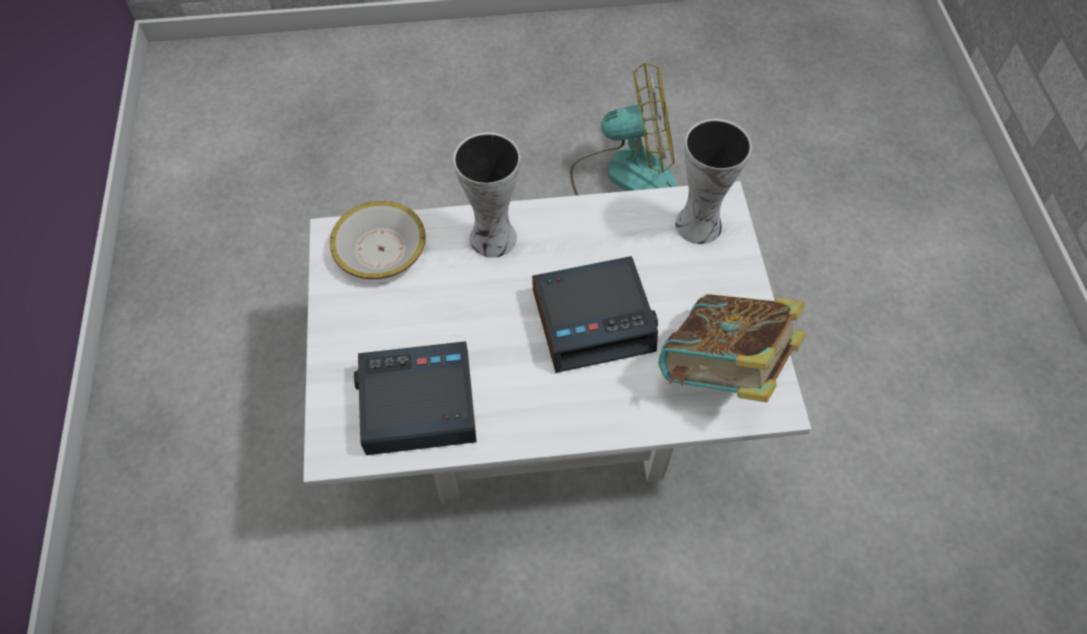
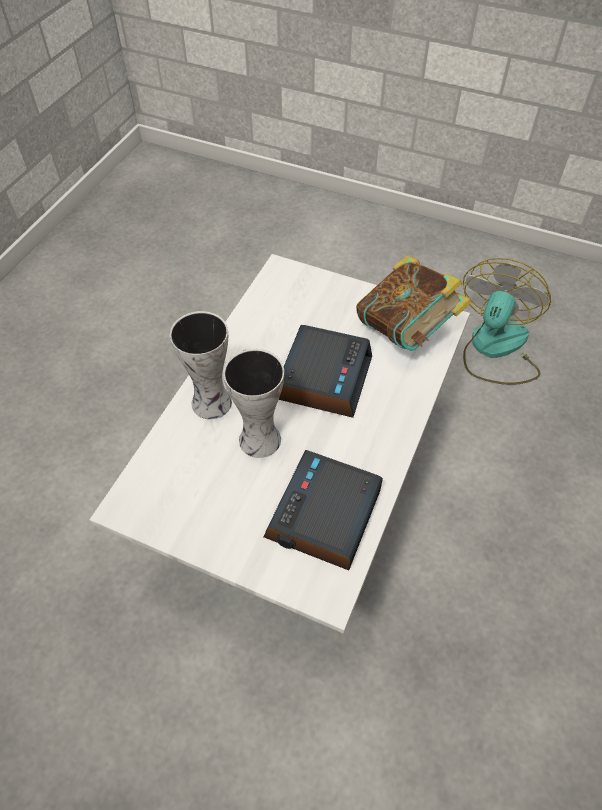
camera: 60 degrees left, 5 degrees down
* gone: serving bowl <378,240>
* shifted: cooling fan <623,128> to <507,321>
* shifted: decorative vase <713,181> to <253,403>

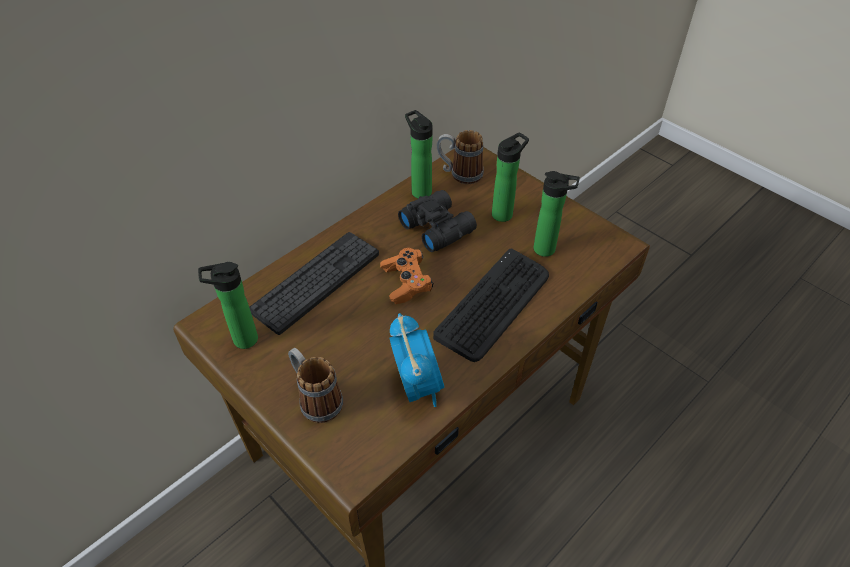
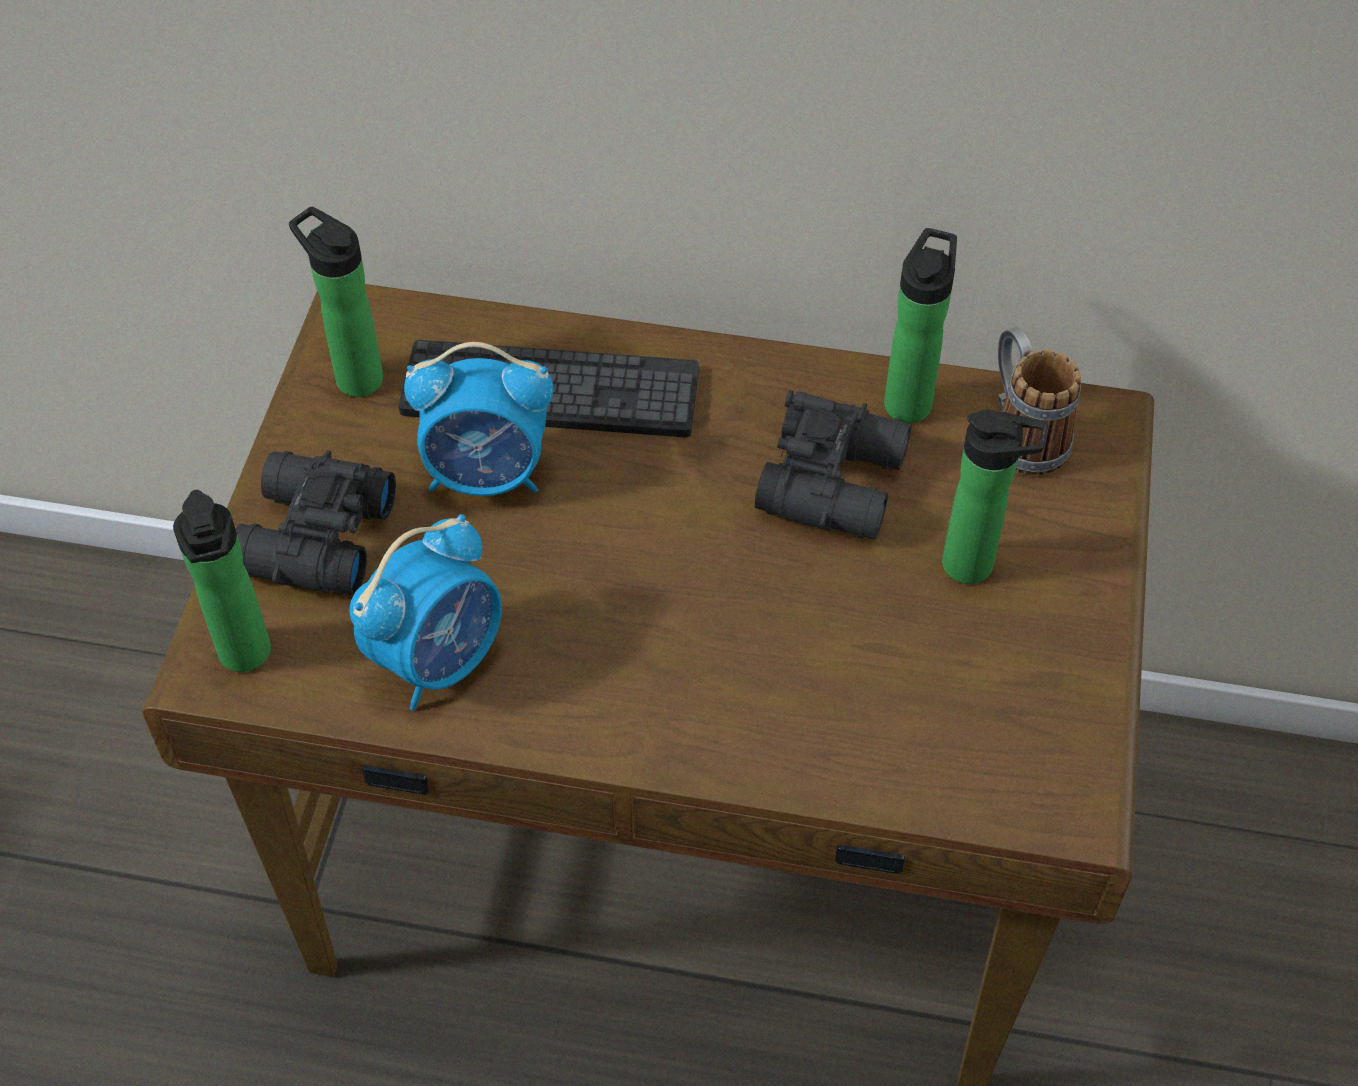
camera: 55 degrees right, 5 degrees up
* swapped: coffee mug <315,385> to field glasses (blackish) <315,522>
* gone: gamepad (orangey) <406,276>
* gone: keyboard <491,305>
* shifted: bottle <556,214> to <222,581>
* new: bedside clock <478,419>

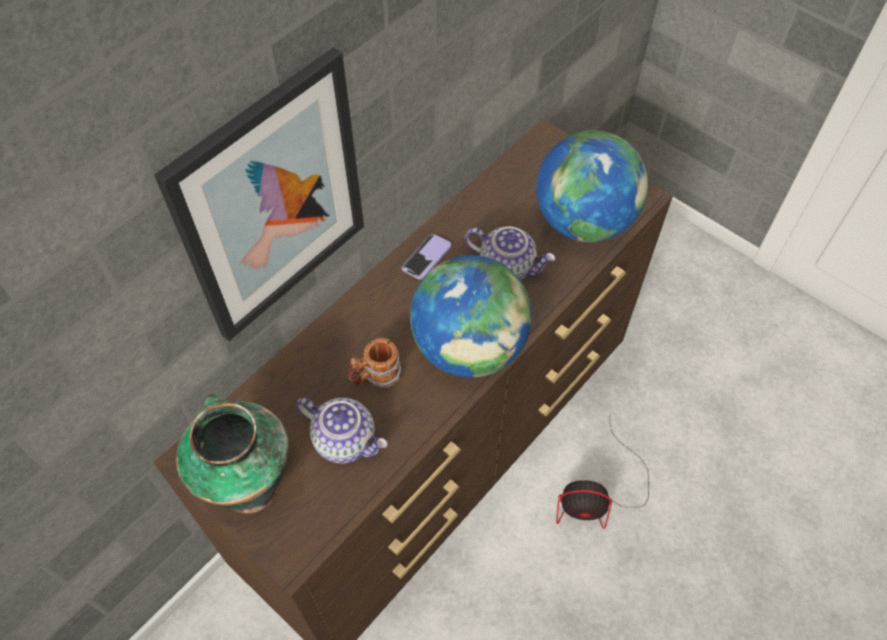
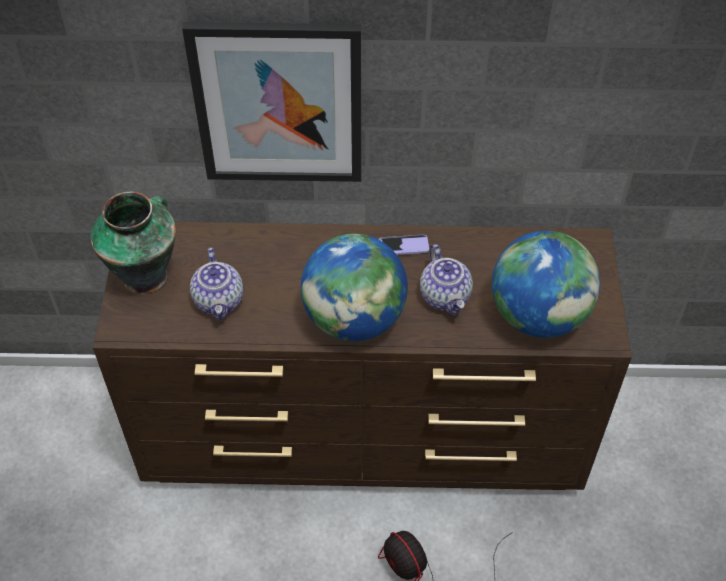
camera: 50 degrees right, 5 degrees down
* gone: coffee mug <374,363>

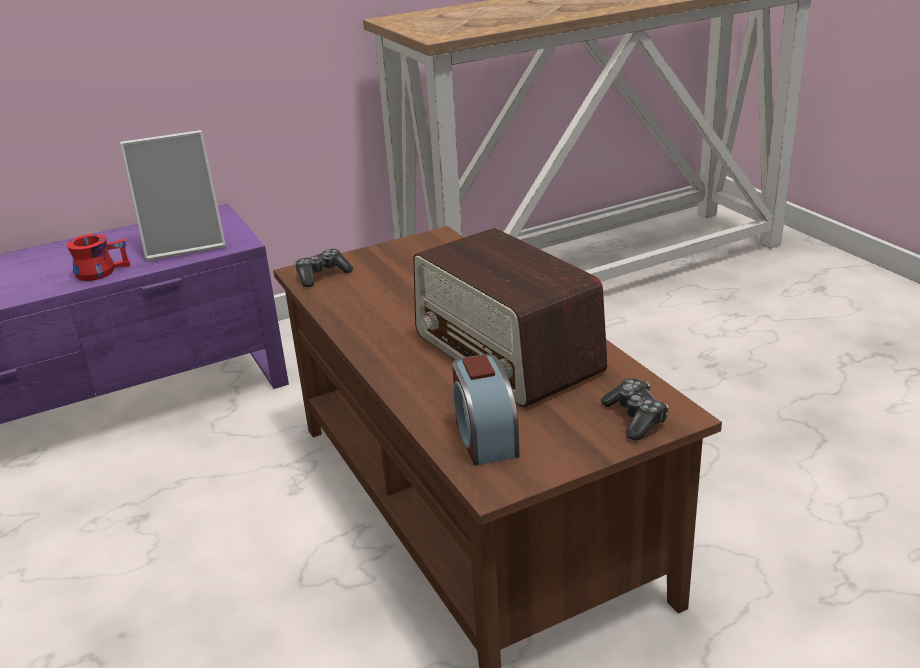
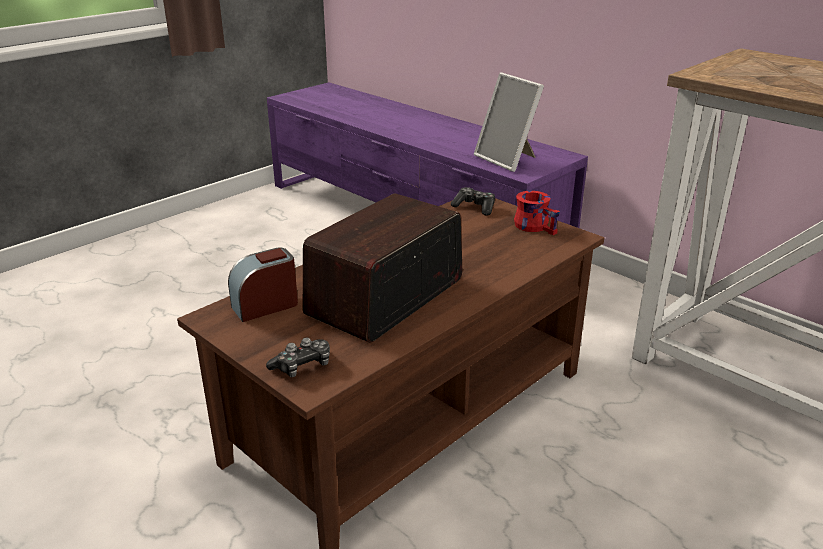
camera: 70 degrees right, 0 degrees up
* shifted: coffee mug (red) <98,257> to <537,213>

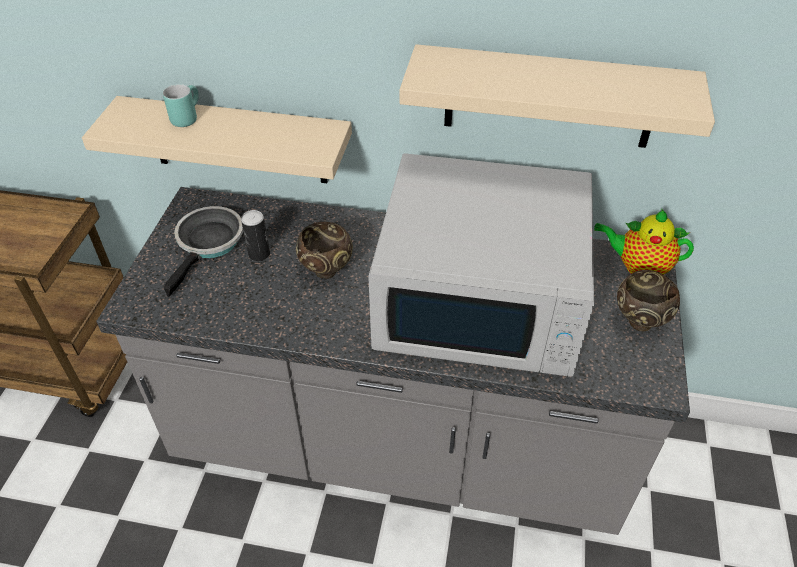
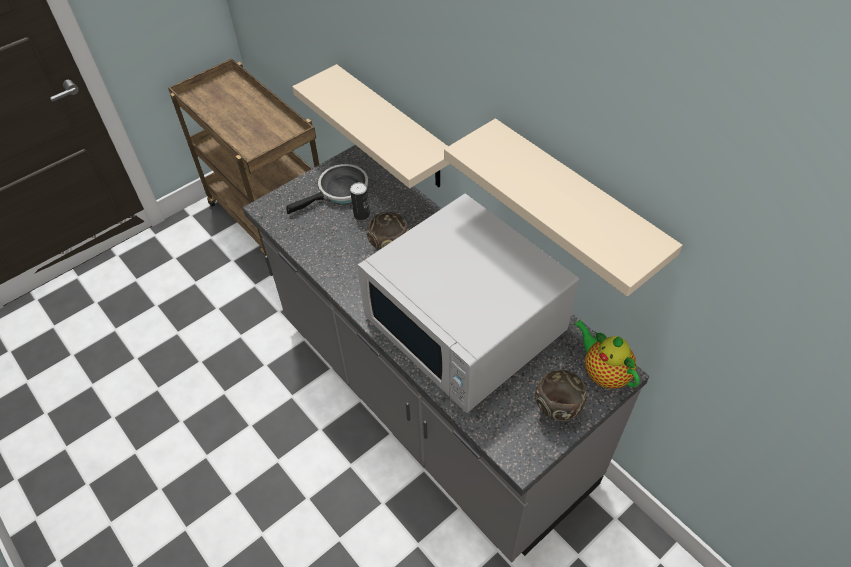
camera: 40 degrees right, 5 degrees up
* gone: coffee mug (turquoise-coloured) <181,105>

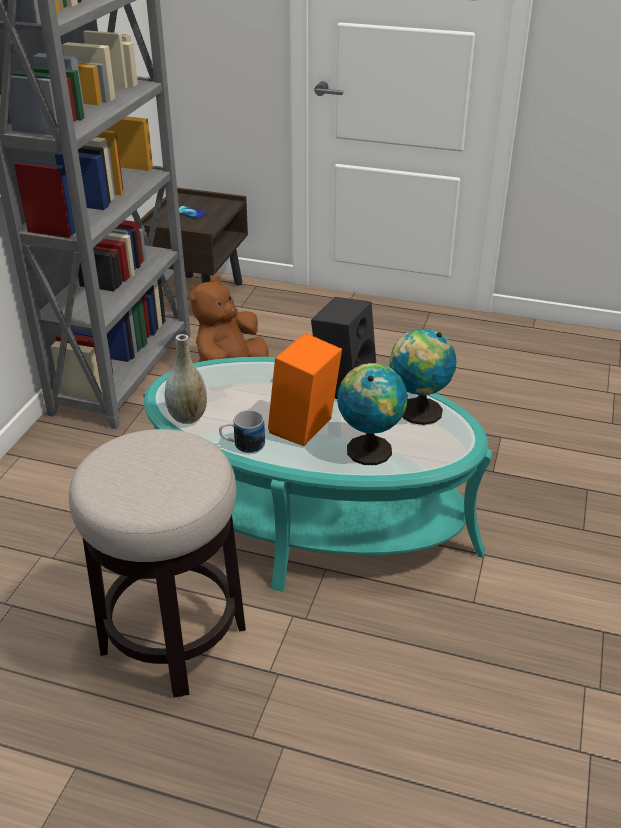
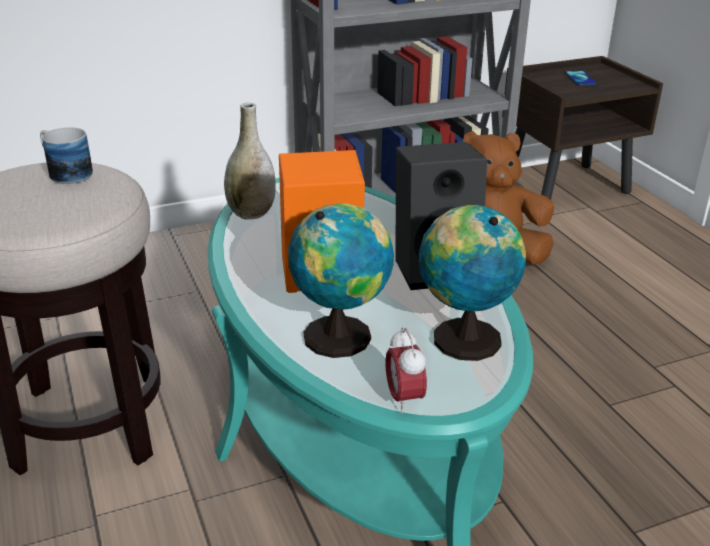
camera: 50 degrees right, 5 degrees down
* shifted: coffee mug <242,431> to <66,155>
* new: bedside clock <406,371>

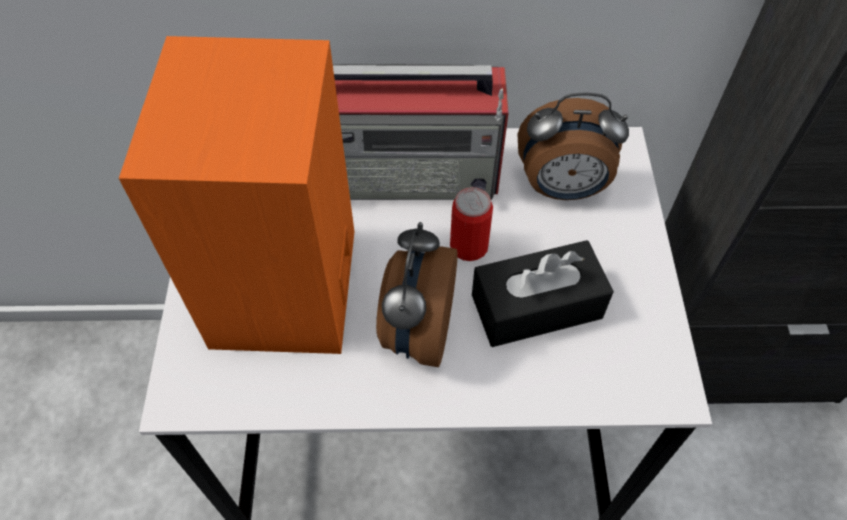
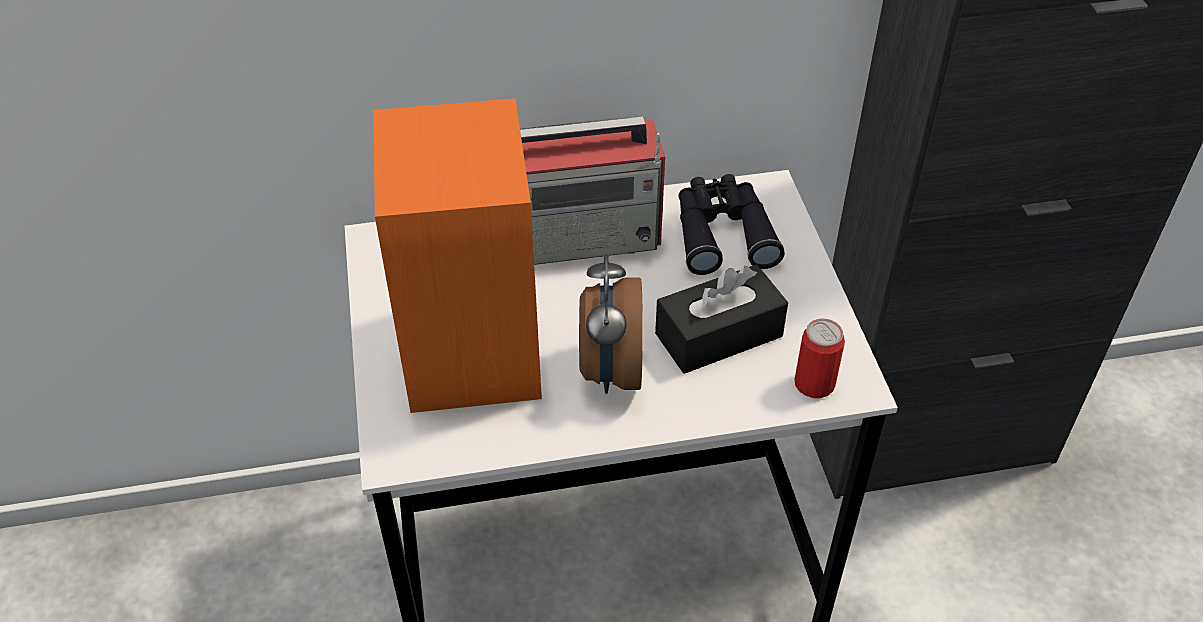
camera: 10 degrees left, 10 degrees down
* shifted: metal can <471,224> to <819,358>
* swapped: bedside clock <573,146> to field glasses (blackish) <731,224>

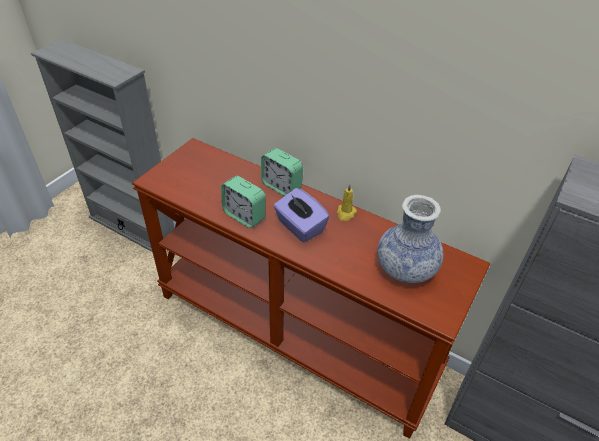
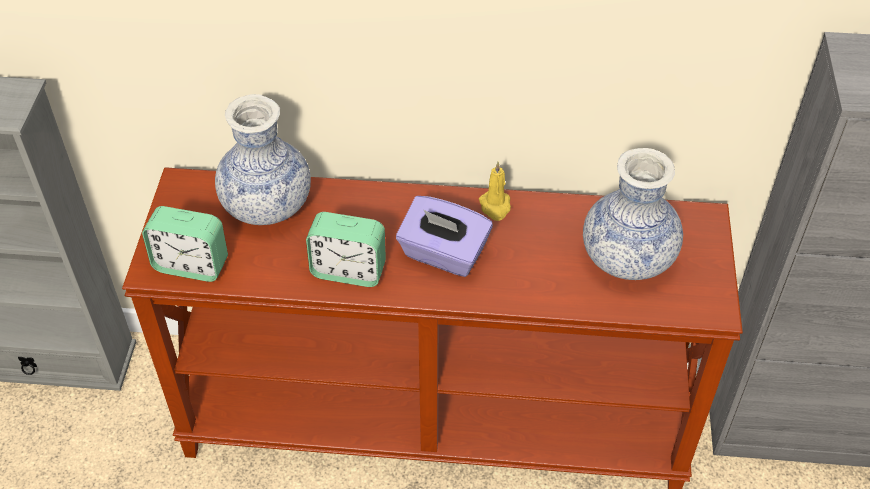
camera: 25 degrees left, 5 degrees up
* shifted: bedside clock <282,172> to <185,244>
* new: decorative vase <263,159>

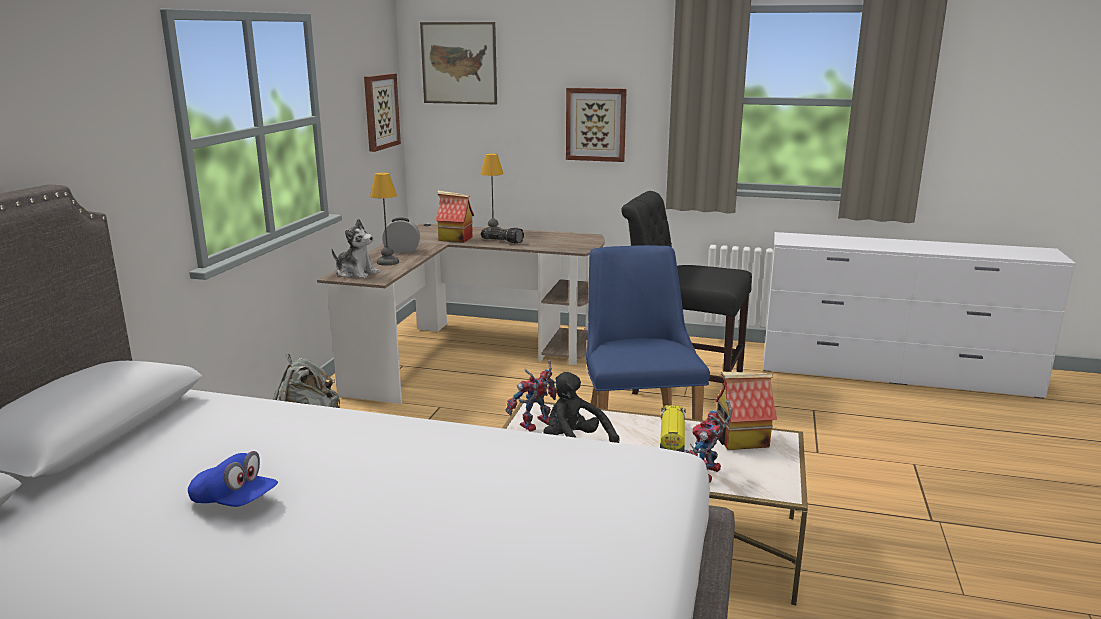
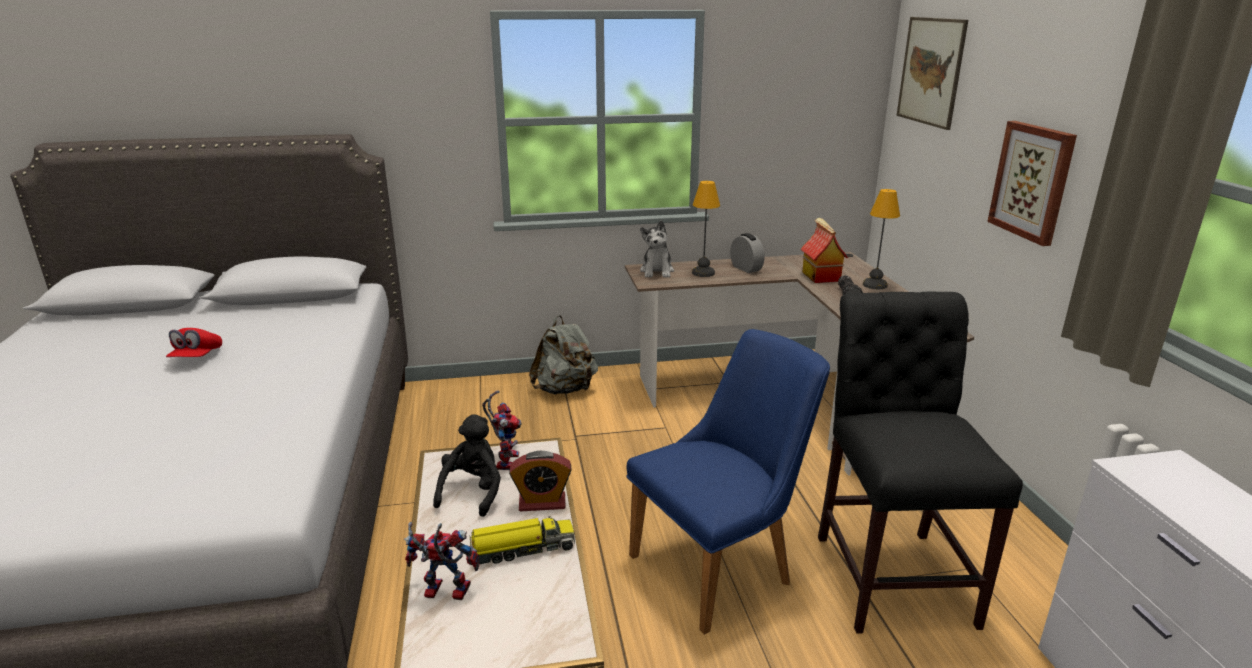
camera: 65 degrees right, 5 degrees up
* repainted: baseball cap (blue-coloured) <233,479> to baseball cap (red) <194,342>
* gone: wall art <382,113>
* rotated: model robot <531,396> = <502,430> 60 degrees clockwise
* gone: model house <746,410>
* new: bedside clock <540,481>

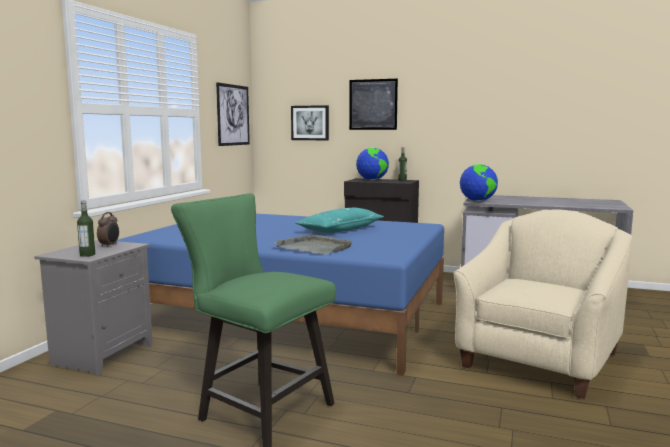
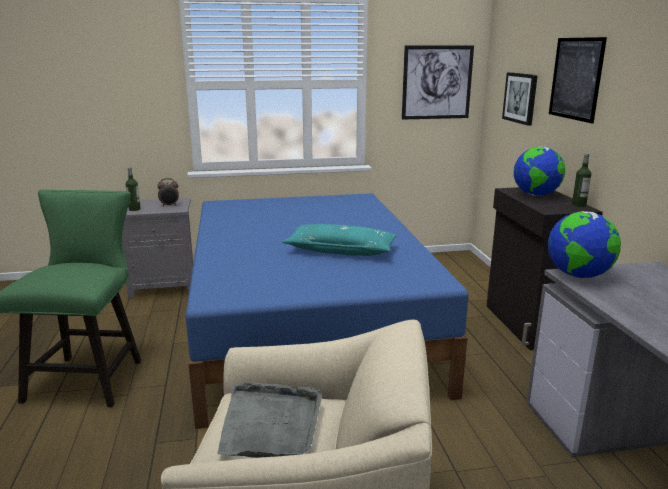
camera: 60 degrees right, 10 degrees up
* shifted: tray (greyish) <313,243> to <269,420>

